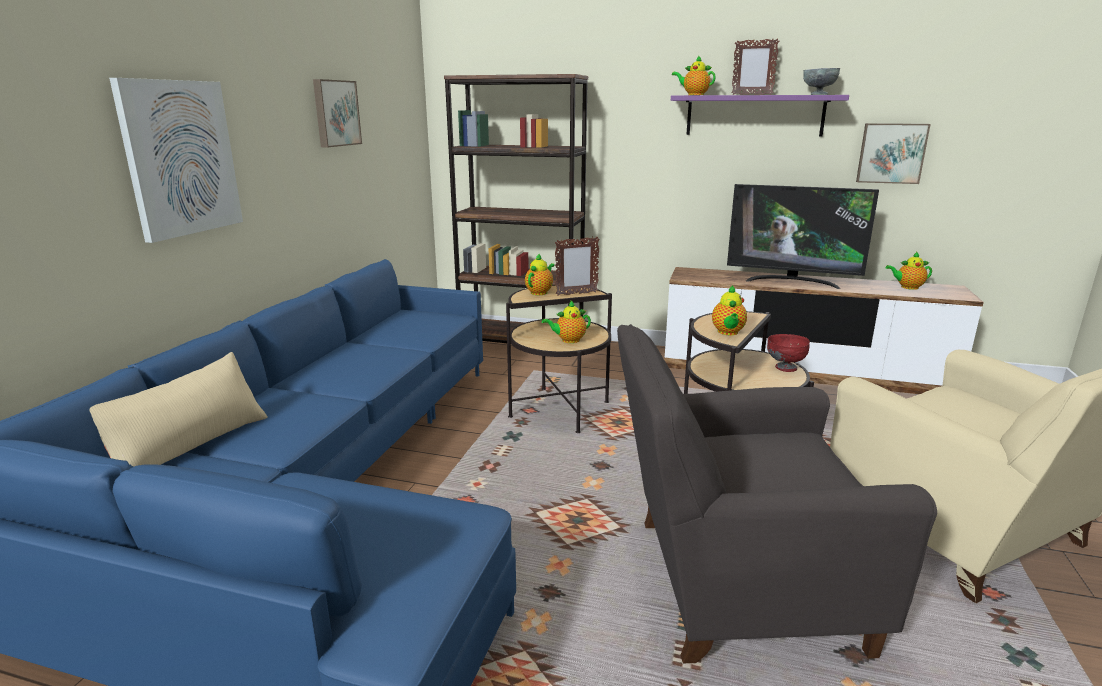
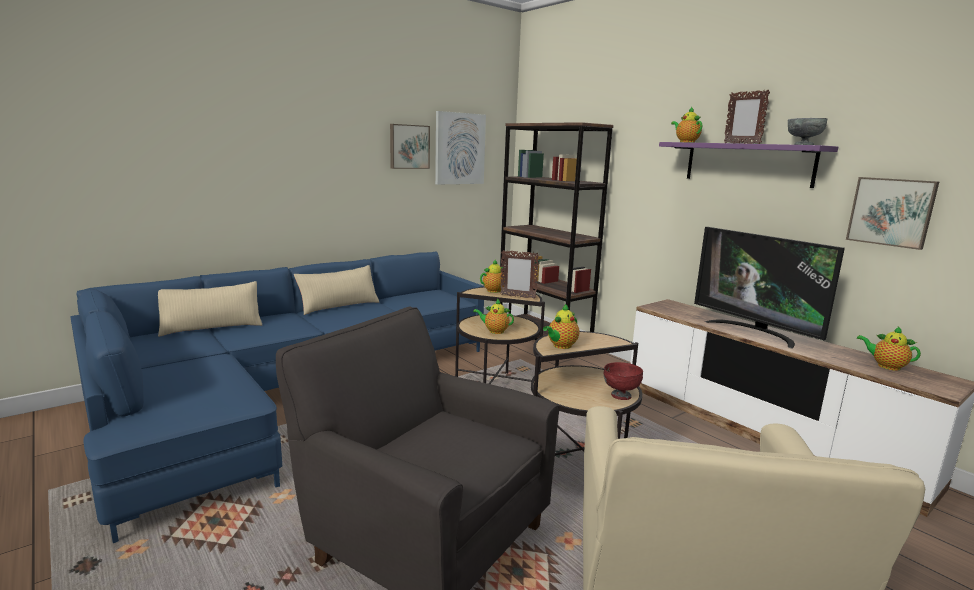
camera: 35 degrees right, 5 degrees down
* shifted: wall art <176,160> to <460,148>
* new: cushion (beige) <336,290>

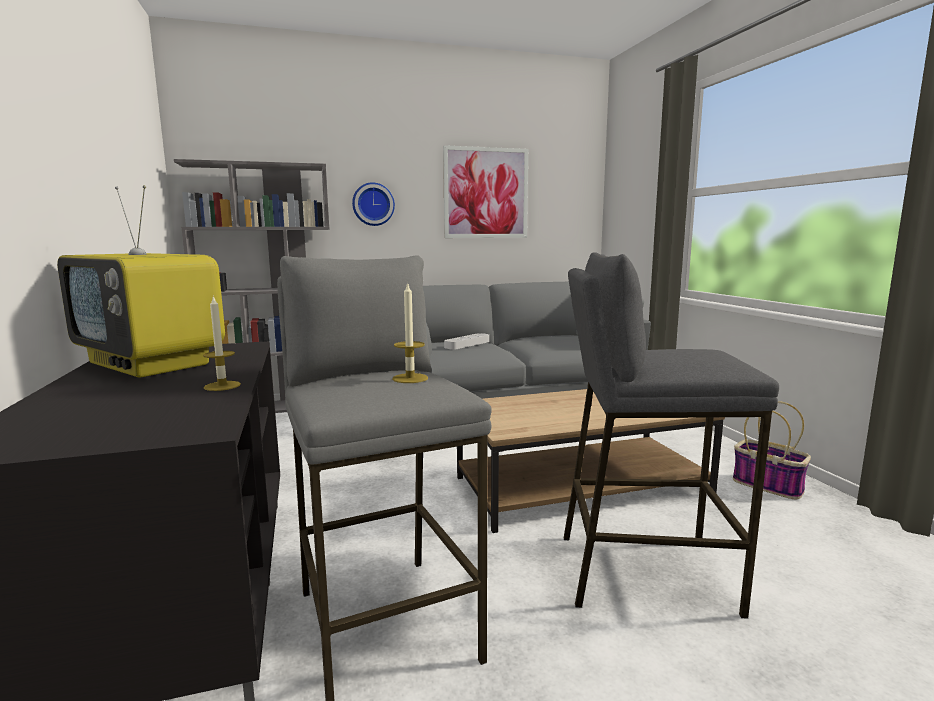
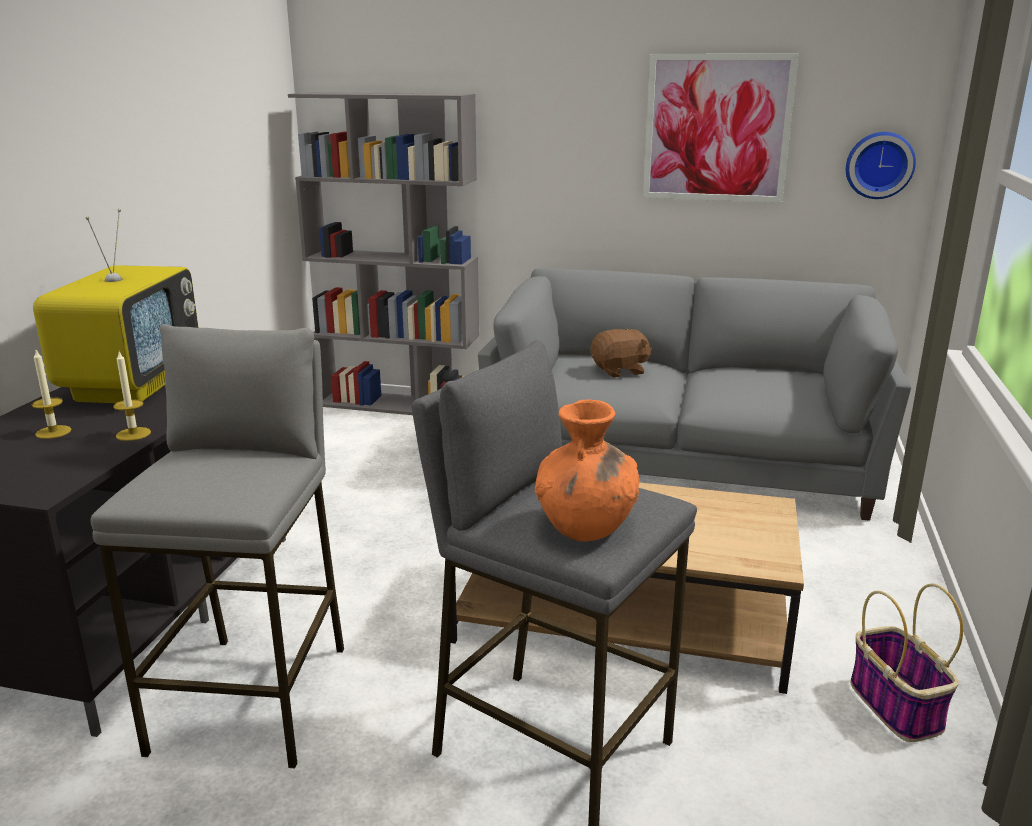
camera: 30 degrees right, 10 degrees up
* rotated: television <141,281> = <116,306> 150 degrees counterclockwise
* shifted: clock on the wall <373,204> to <881,165>
* shifted: candle <410,332> to <51,394>
* swapped: tray (greyish) <466,341> to soft toy (brown-coloured) <621,352>
* new: decorative vase (orangey) <587,470>

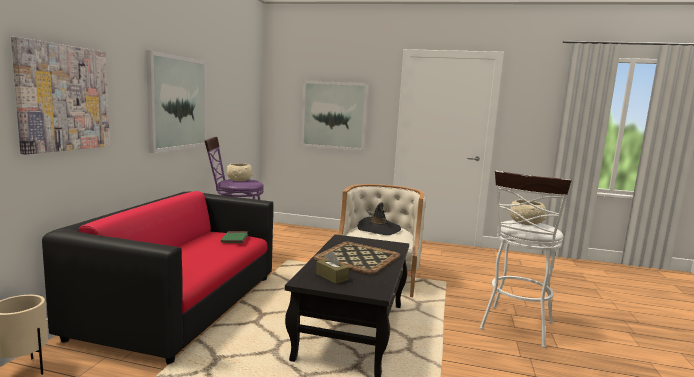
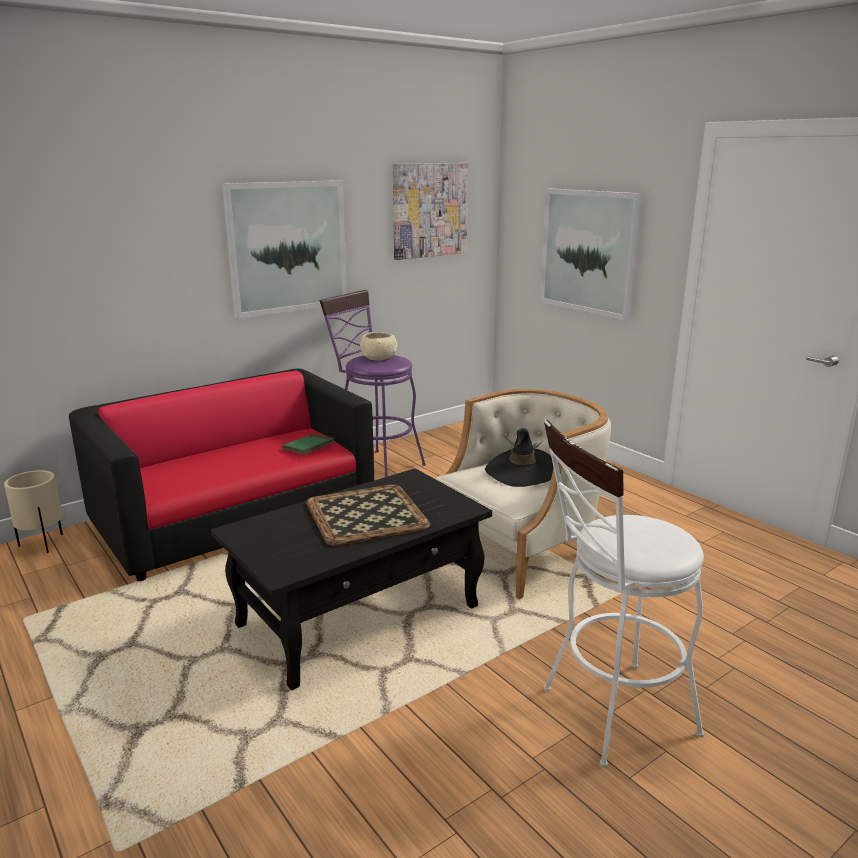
camera: 40 degrees right, 10 degrees up
* shifted: wall art <60,95> to <430,211>
* gone: box of tissues (brown-coloured) <332,268>
* gone: serving bowl (beige) <528,212>

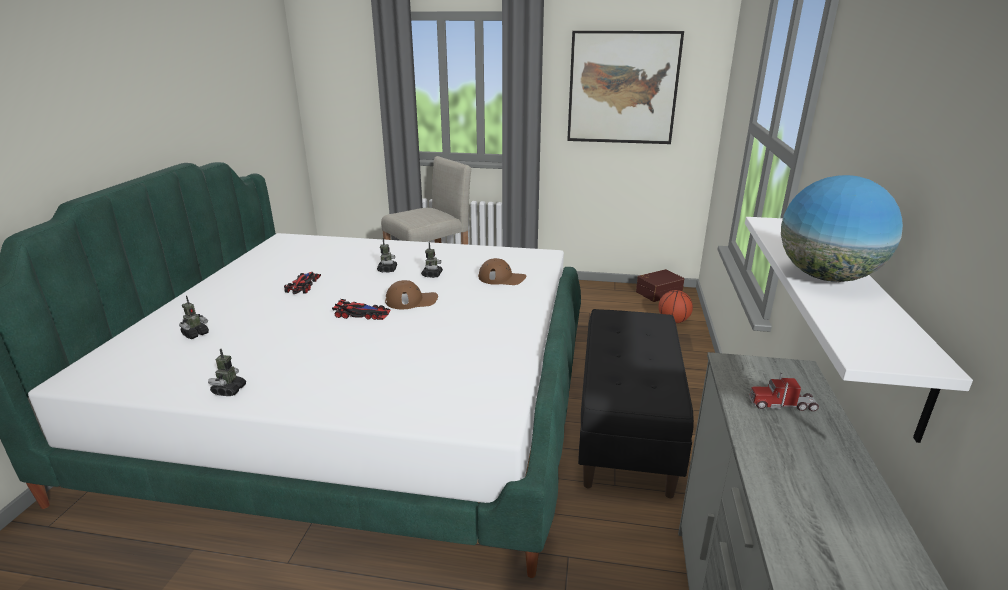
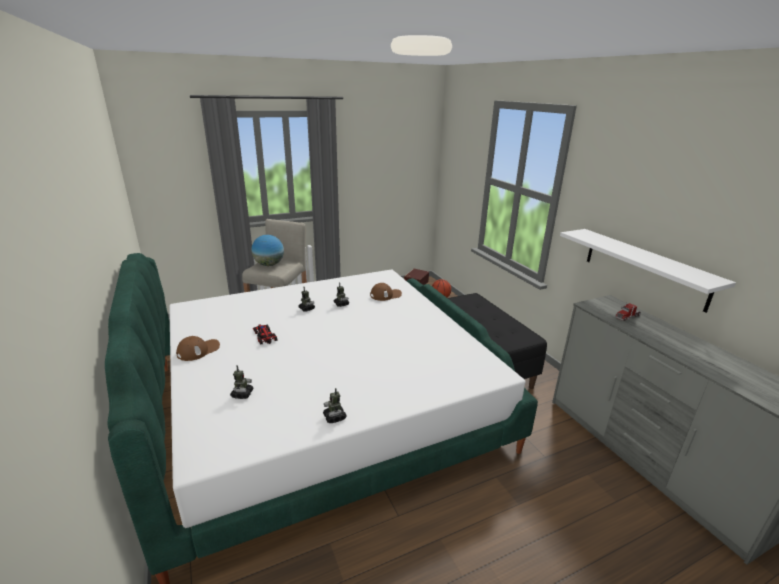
camera: 35 degrees left, 0 degrees up
* gone: model car <361,309>
* shifted: baseball cap (brown-coloured) <411,294> to <198,348>
* gone: wall art <625,87>
* shifted: desk globe <842,228> to <267,250>

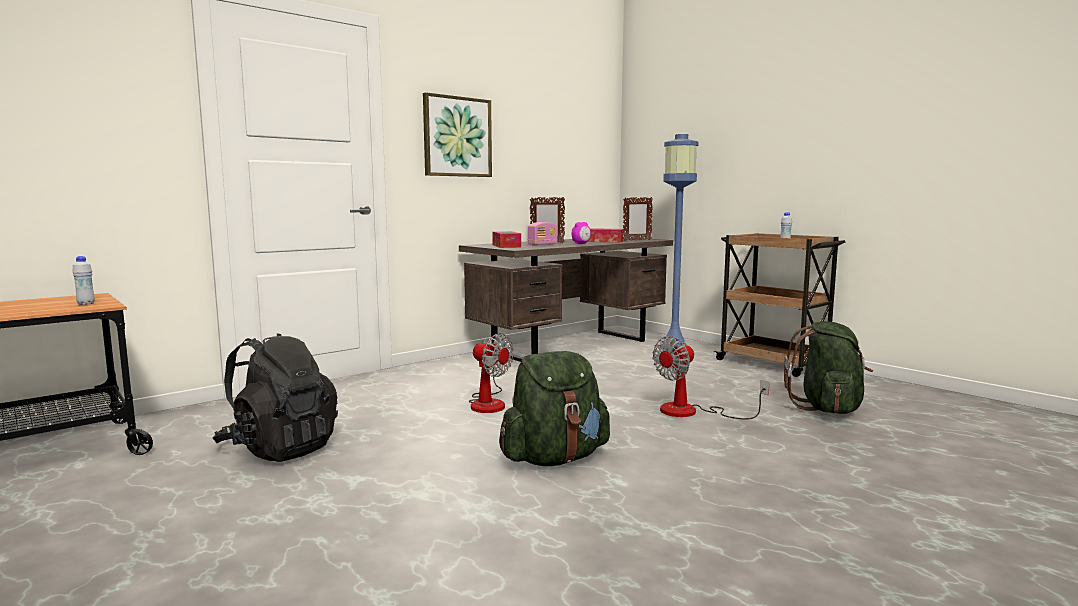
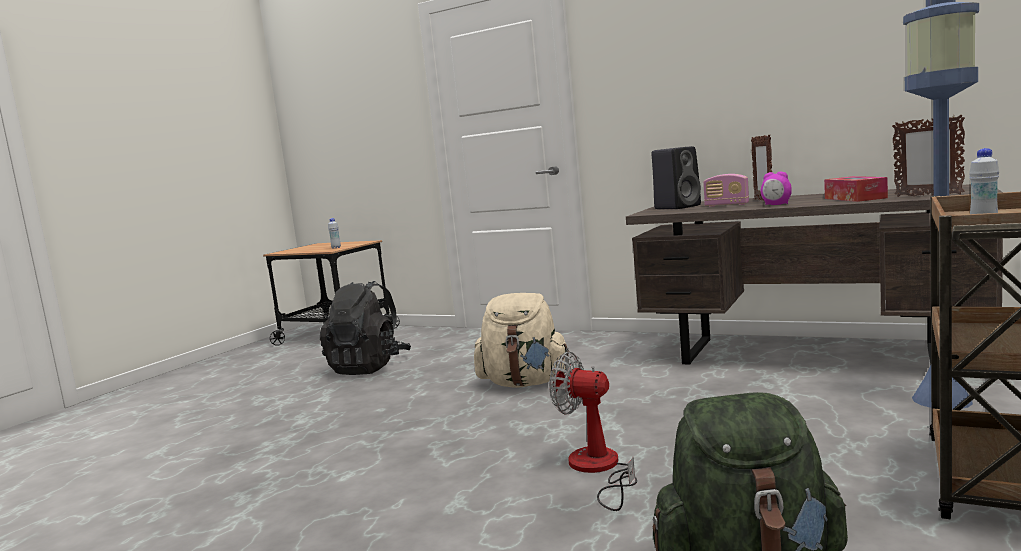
camera: 70 degrees right, 0 degrees up
* gone: wall art <457,134>
* swapped: cooling fan <491,373> to backpack (beige) <522,340>
* swapped: box of tissues <506,239> to loudspeaker (blackish) <676,177>
* gone: backpack (greenish) <554,408>

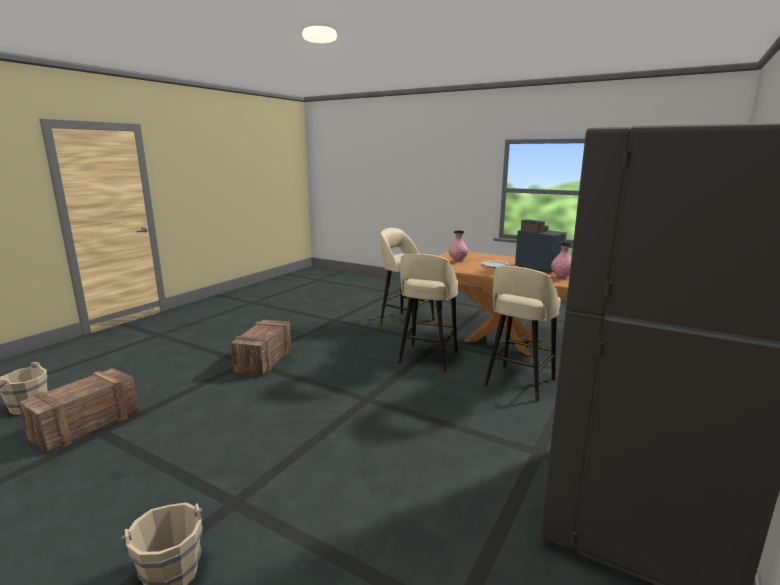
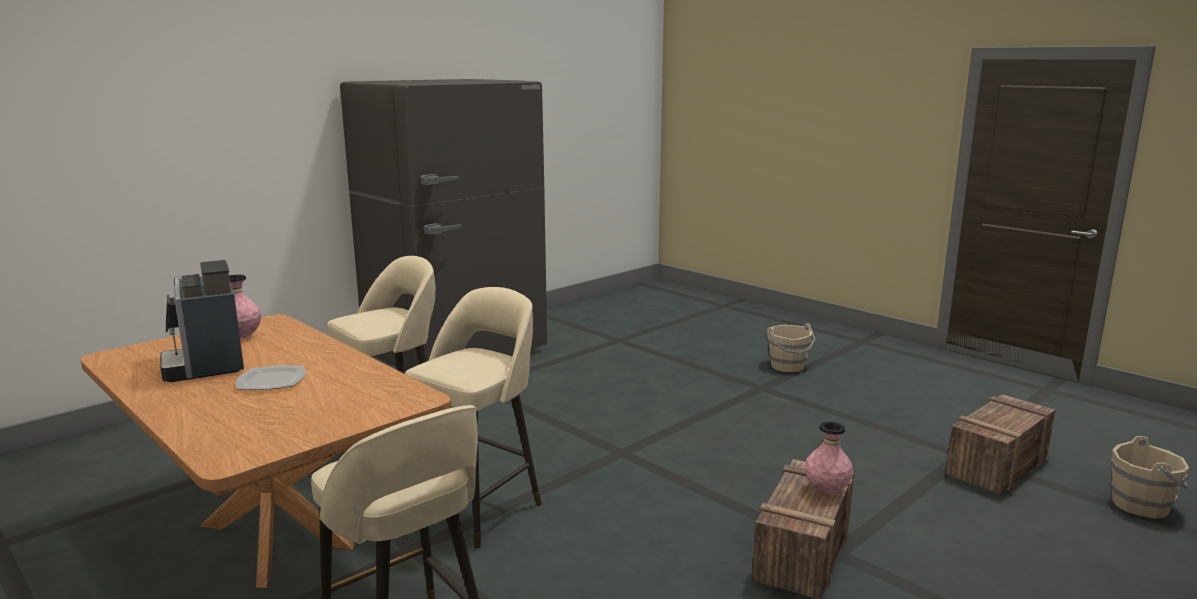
camera: 165 degrees left, 0 degrees up
* shifted: decorative vase (pink) <458,246> to <829,457>

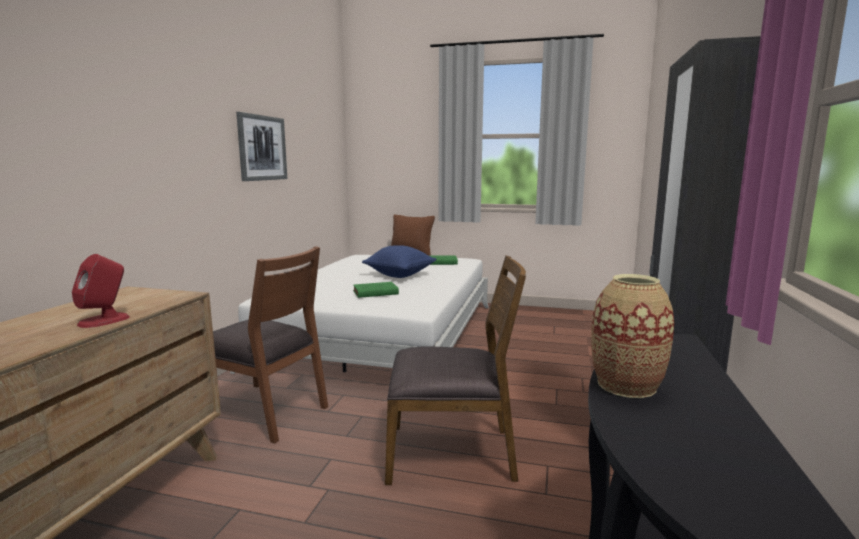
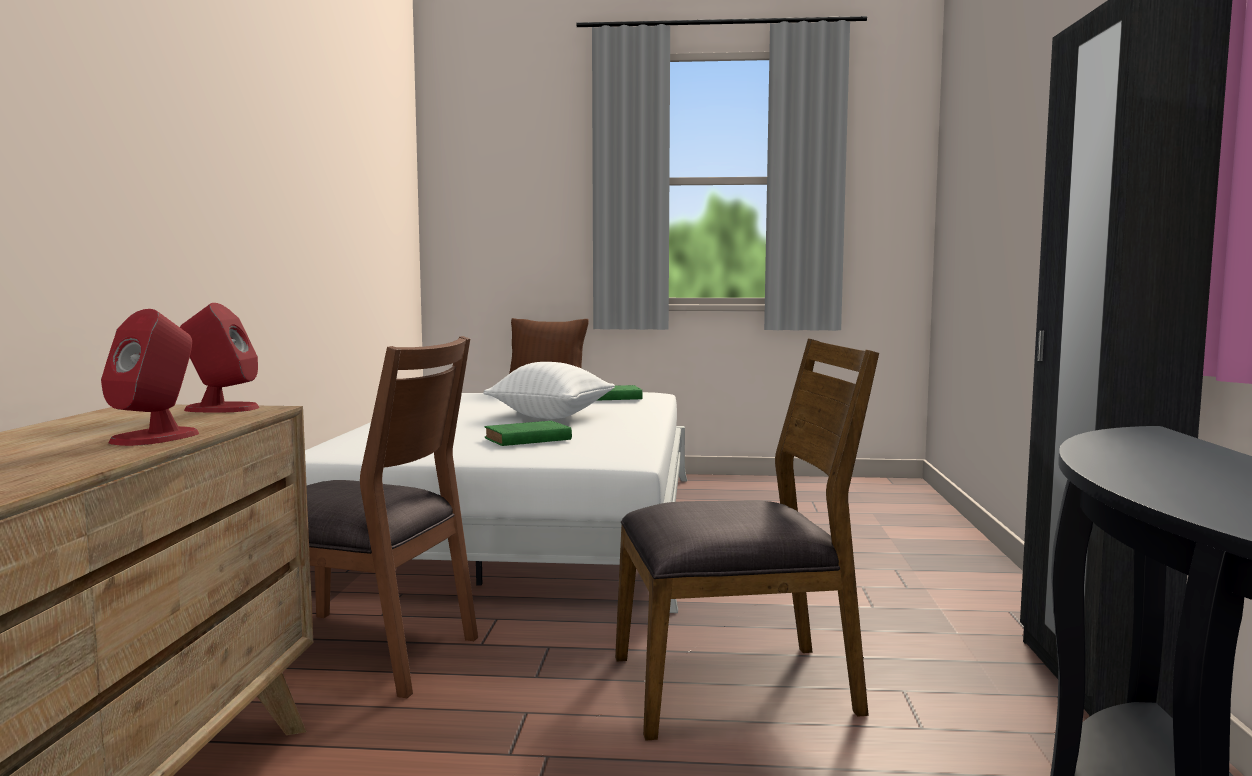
camera: 10 degrees left, 5 degrees down
* gone: wall art <261,146>
* repainted: cushion (blue-coloured) <399,261> to cushion (whitish) <549,390>
* gone: decorative vase <632,336>
* new: loudspeaker (red) <219,357>

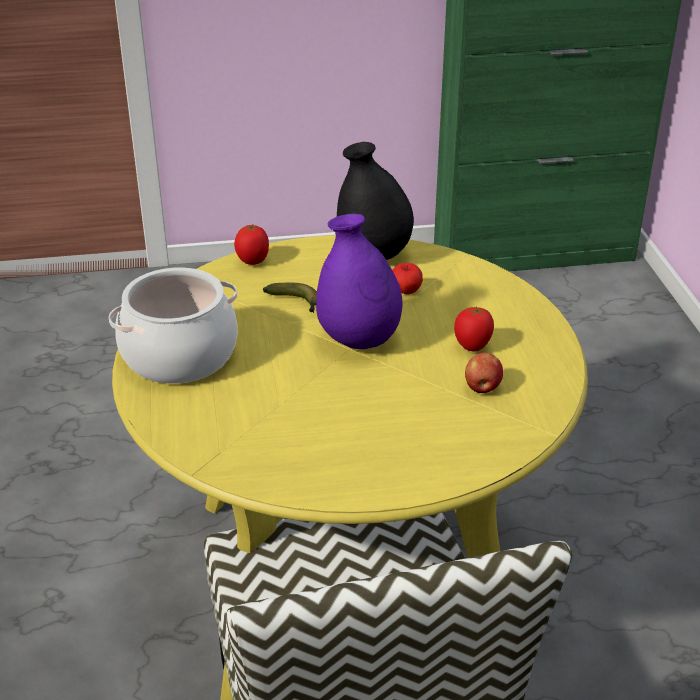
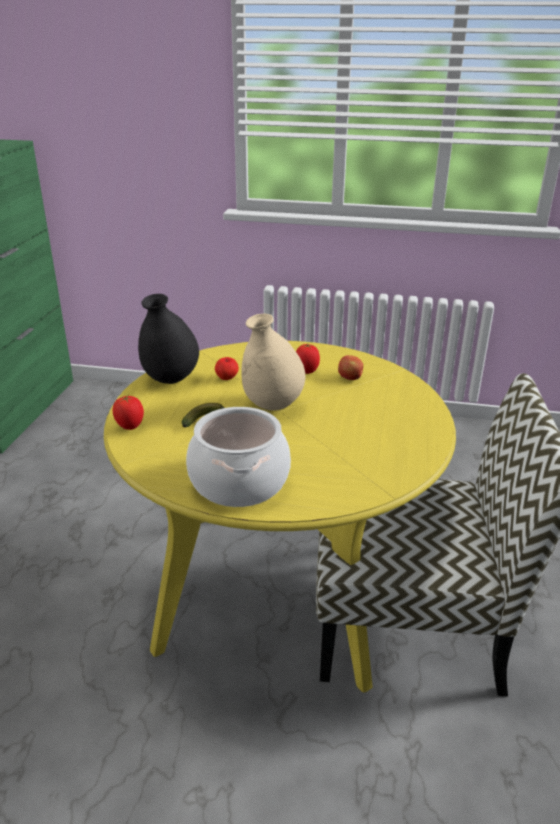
camera: 70 degrees left, 5 degrees down
* repainted: decorative vase (purple) <359,281> to decorative vase (beige) <273,362>

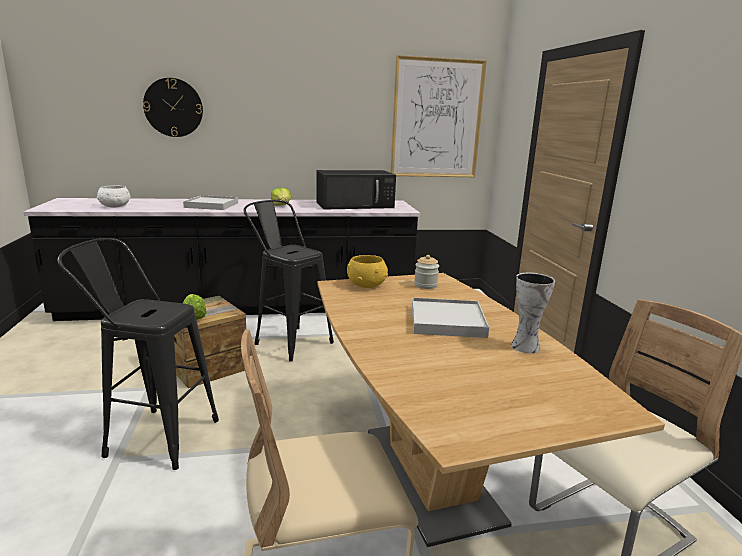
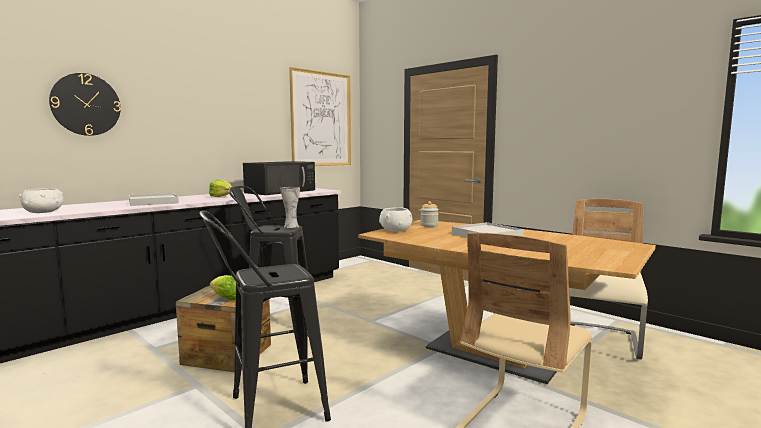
camera: 35 degrees left, 10 degrees down
* repainted: serving bowl (yellow) <367,271> to serving bowl (whitish) <396,219>
* shifted: decorative vase <533,313> to <290,207>

